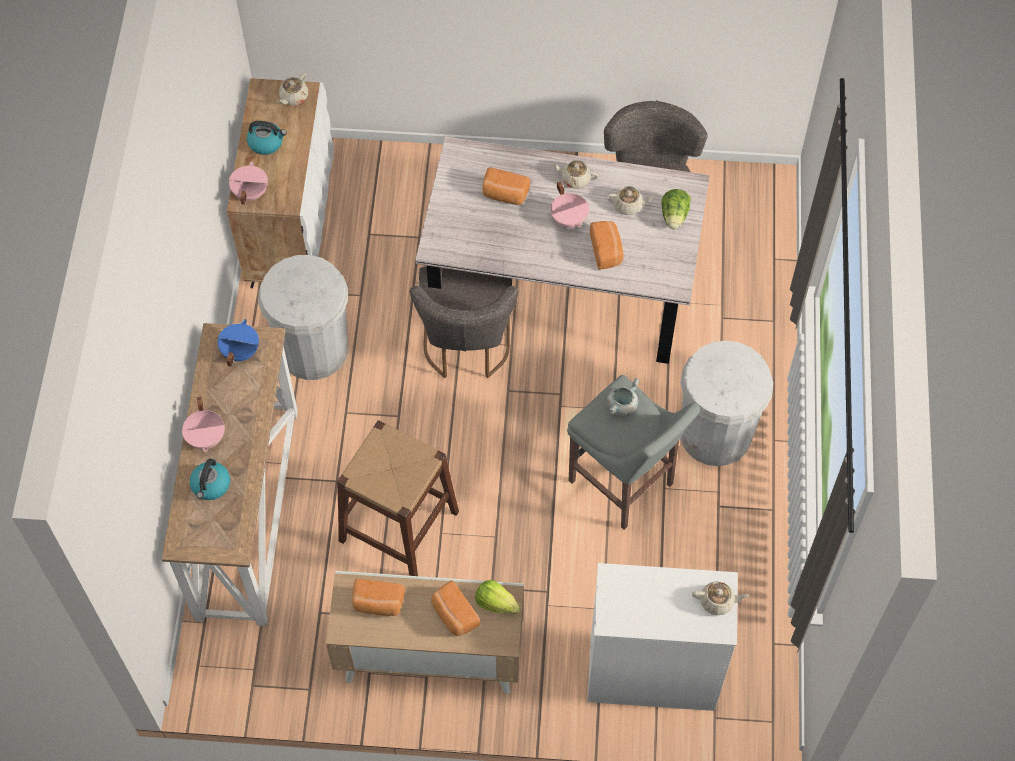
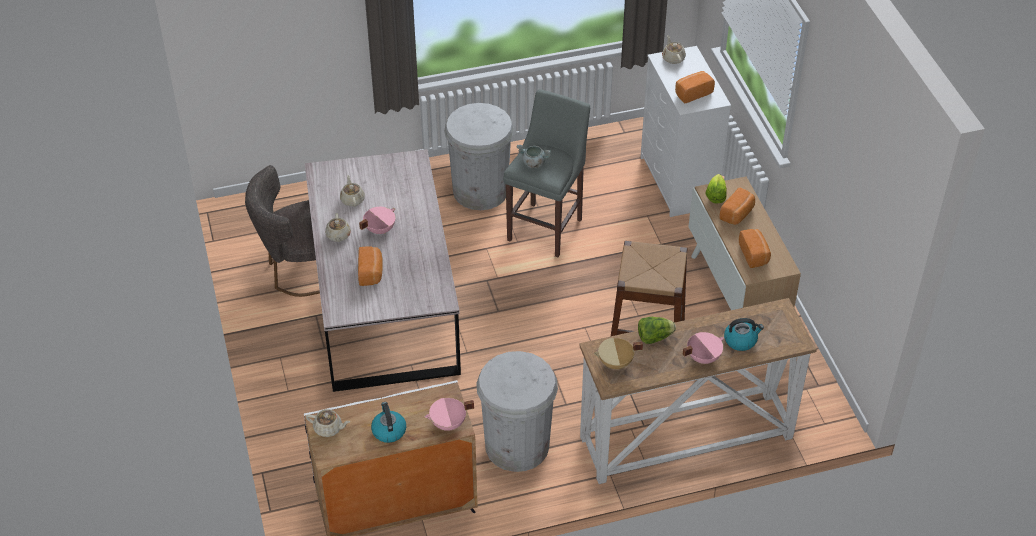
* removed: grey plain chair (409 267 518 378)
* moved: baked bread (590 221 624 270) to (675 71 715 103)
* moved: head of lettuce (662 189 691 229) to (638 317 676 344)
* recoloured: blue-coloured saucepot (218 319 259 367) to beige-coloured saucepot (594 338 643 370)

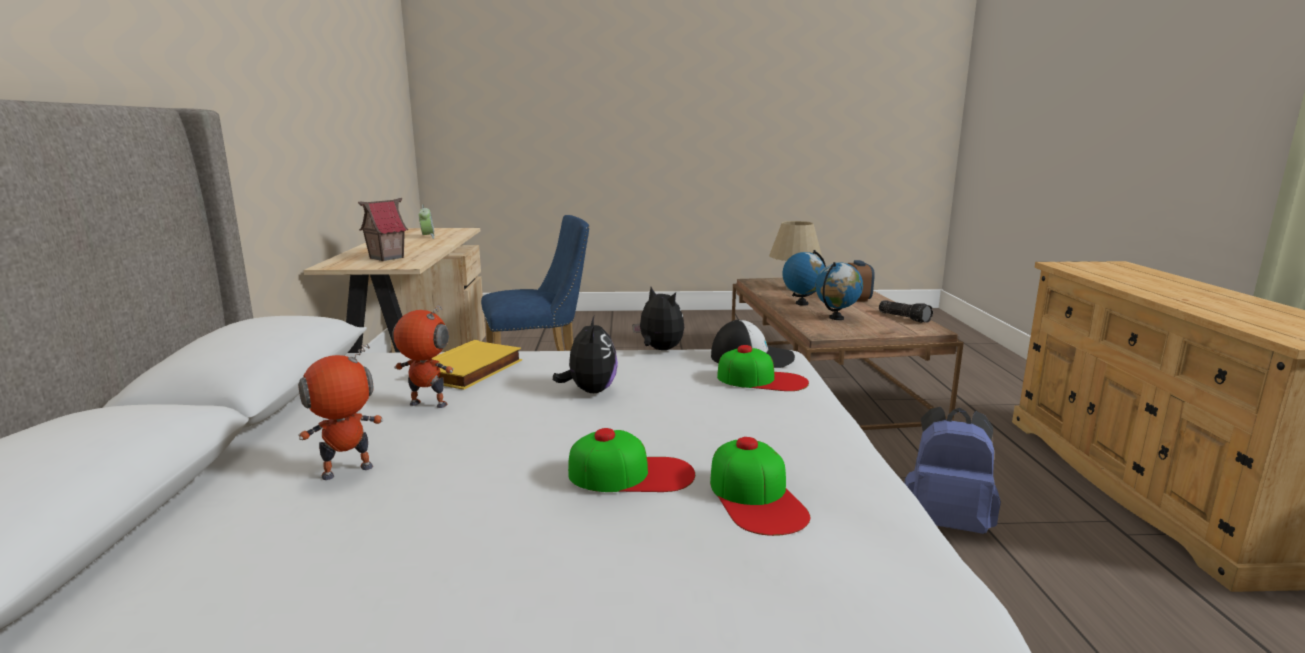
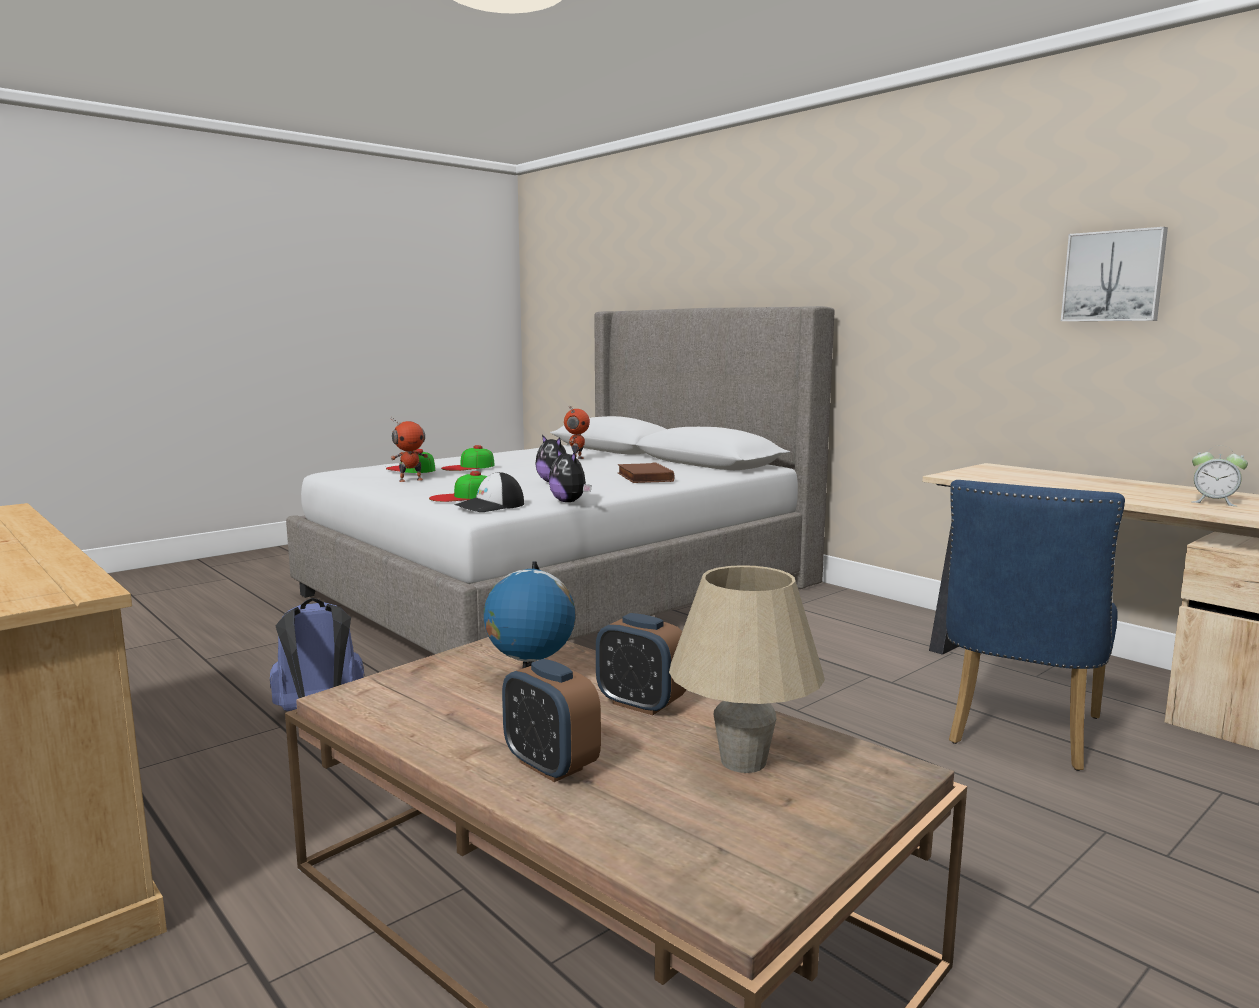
* removed: model house (358 198 408 261)
* removed: hand torch (879 300 933 323)
* added: picture (1061 227 1168 321)
* moved: model robot (392 306 454 408) to (390 417 428 482)
* replaced: desk globe (782 250 826 306) to table clock (596 613 686 715)
* recoloured: yellow book (431 340 522 390) to brown-coloured book (618 462 675 483)
* turned: soft toy (632 287 684 350) = (549 449 591 502) 45 degrees clockwise

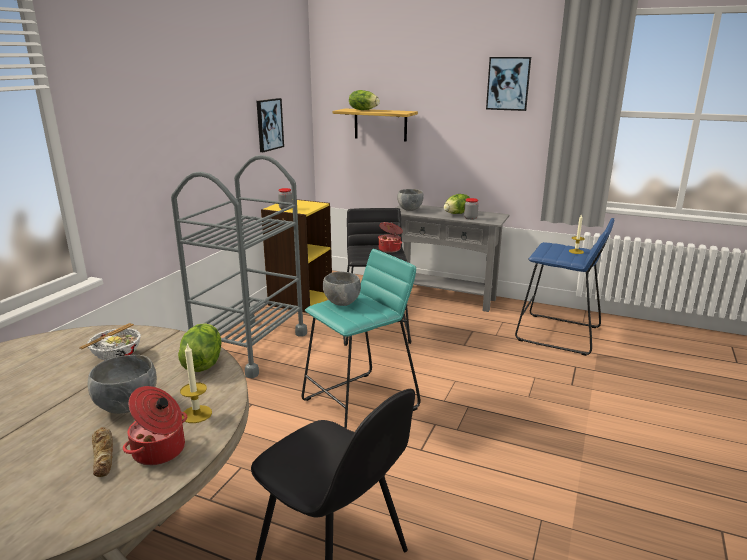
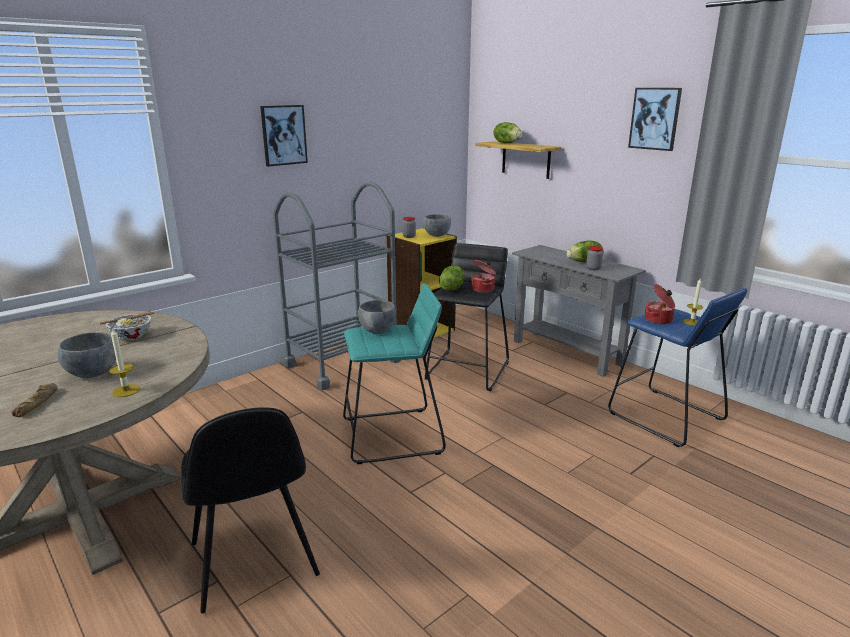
* moved: saucepot (123 386 187 465) to (645 284 675 324)
* moved: head of lettuce (178 323 222 372) to (439 266 464 291)
* moved: picture (256 98 284 152) to (260 105 308 167)
* moved: grey bowl (397 189 424 211) to (424 214 451 237)

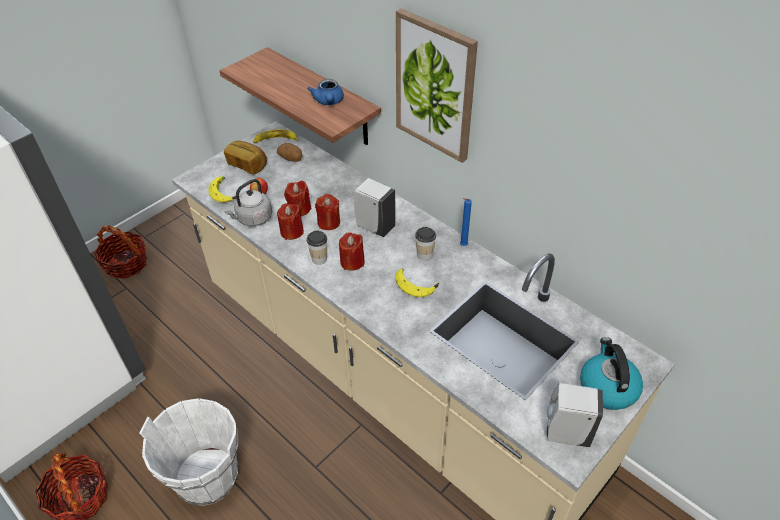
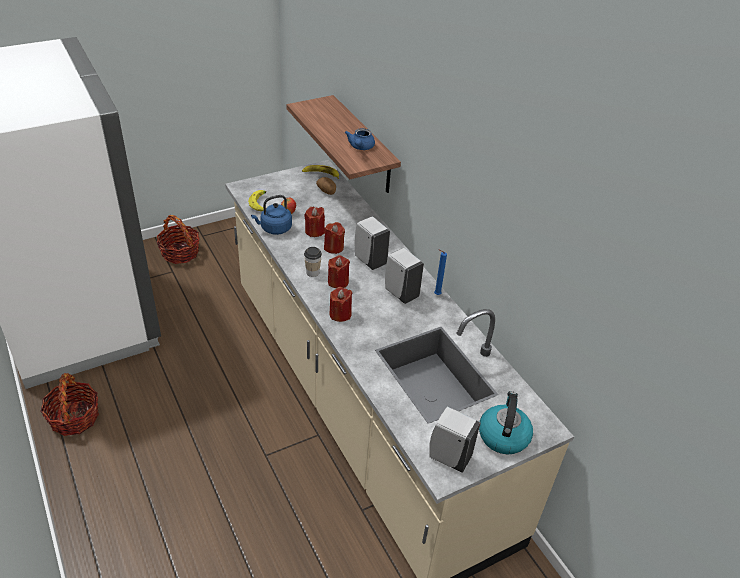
* removed: white pail (139 398 238 506)
* removed: baked bread (224 141 267 175)
* removed: banana fruit (395 268 439 297)
* removed: picture (396 8 478 163)
* moved: red-coloured candle (277 203 304 240) to (329 287 352 322)
* replaced: small cup (415 227 436 261) to white soap bottle (385 248 424 304)
* recoloured: grey kettle (224 179 272 226) to blue-coloured kettle (251 195 292 235)

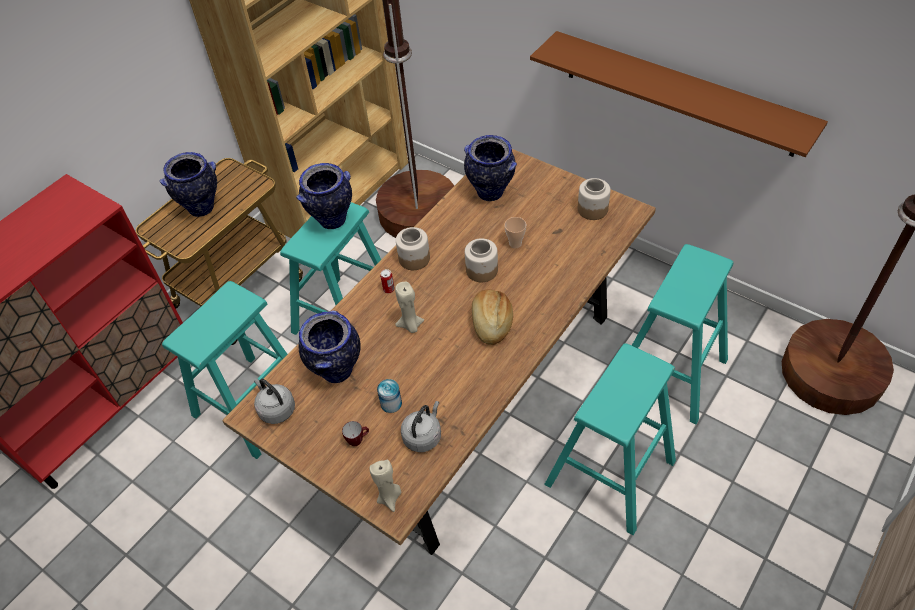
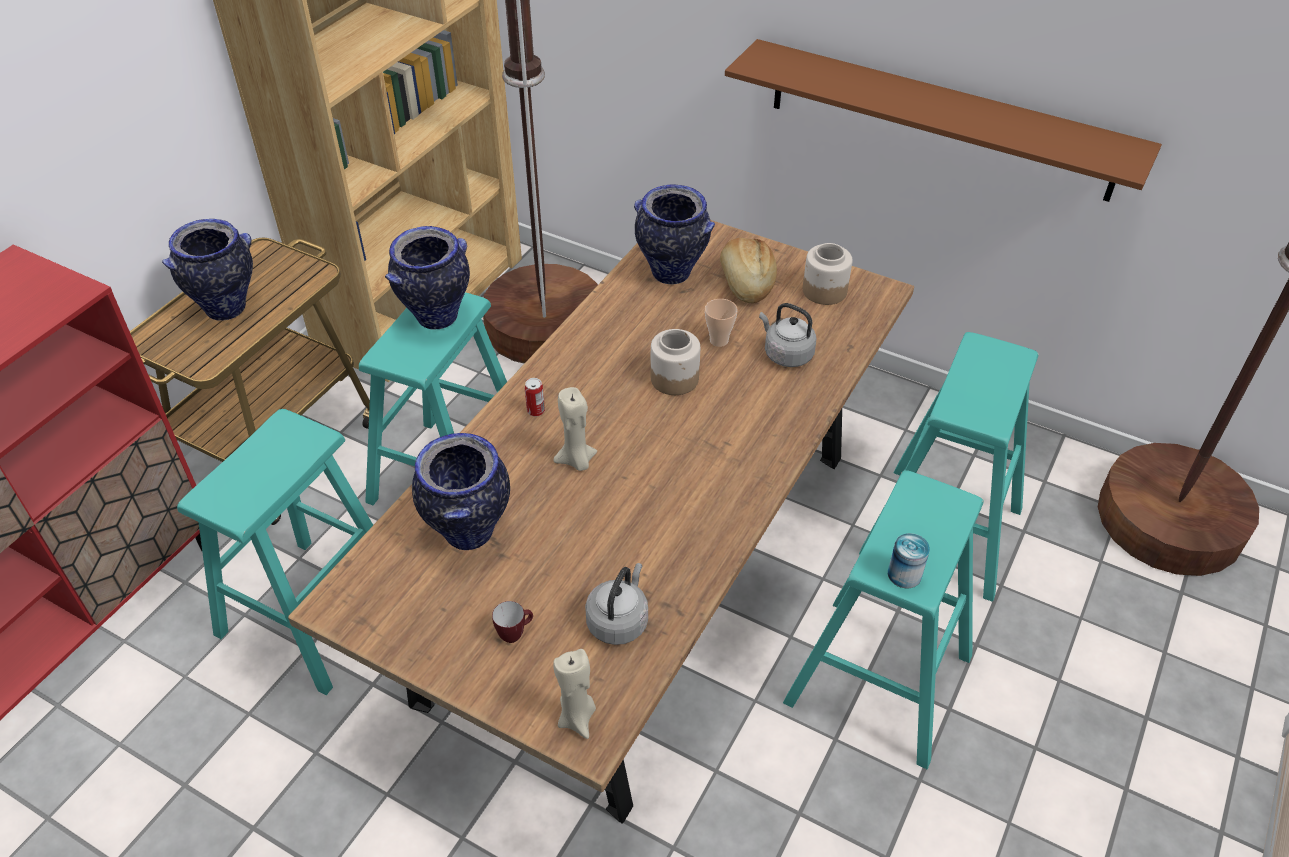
* removed: preserve jar (396 227 430 270)
* moved: grey kettle (254 378 295 424) to (759 303 816 367)
* moved: can (377 379 402 413) to (888 533 930 589)
* moved: baked bread (472 290 513 345) to (720 238 777 303)

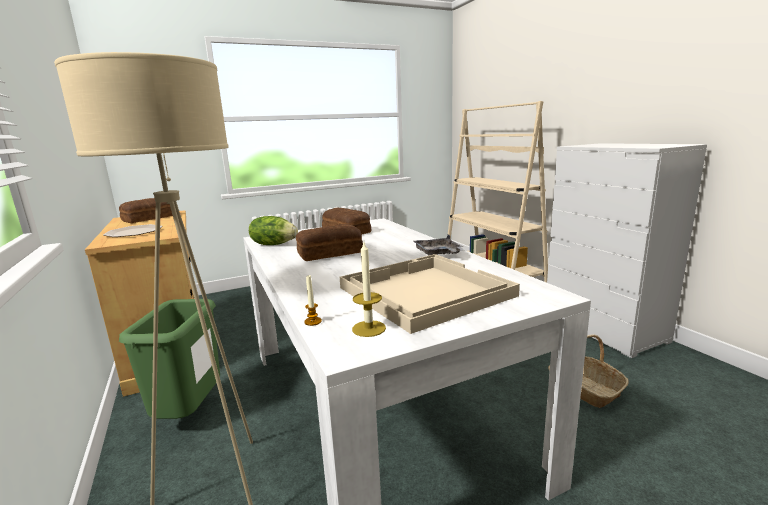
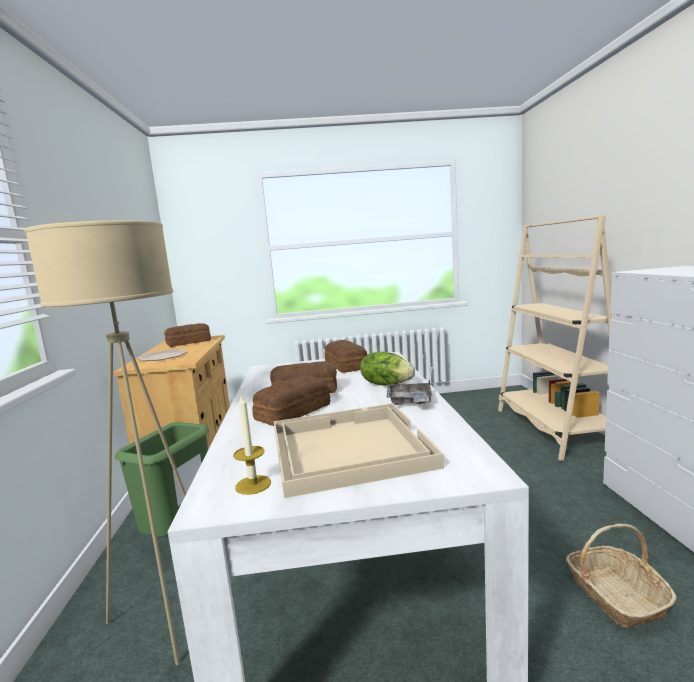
* removed: candle (304 275 322 326)
* added: baked bread (252 375 330 426)
* moved: head of lettuce (249 216 298 245) to (360 352 415 385)

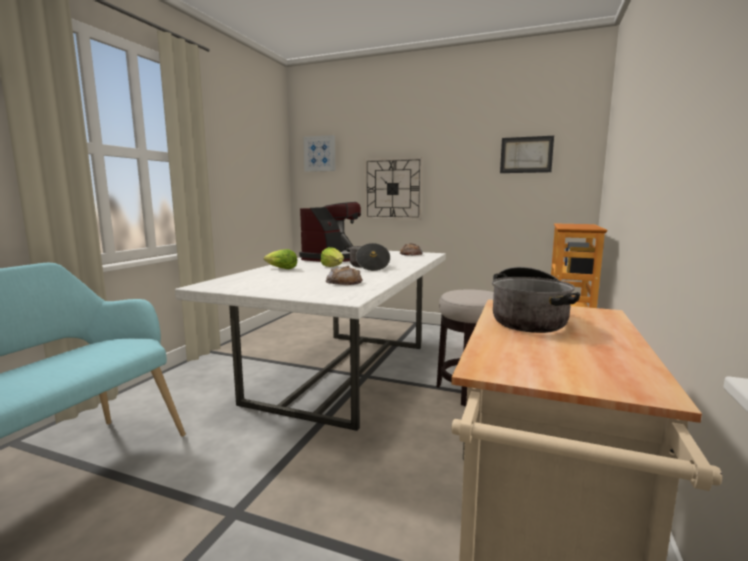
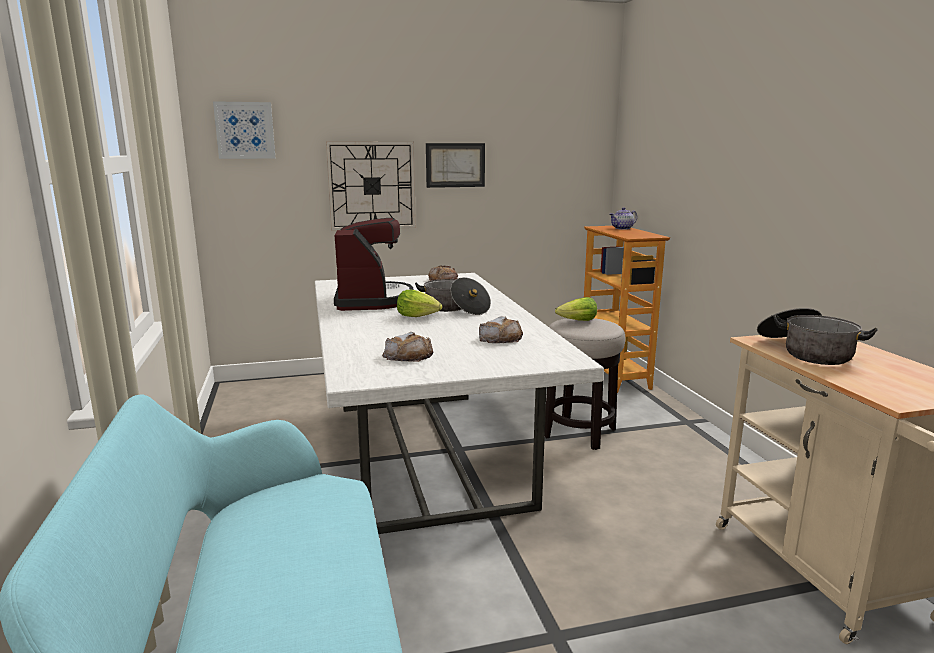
* added: baked bread (382 332 433 362)
* added: teapot (610 207 637 230)
* moved: head of lettuce (264 249 297 269) to (555 297 597 321)
* moved: picture (500 136 554 173) to (426 143 485 188)

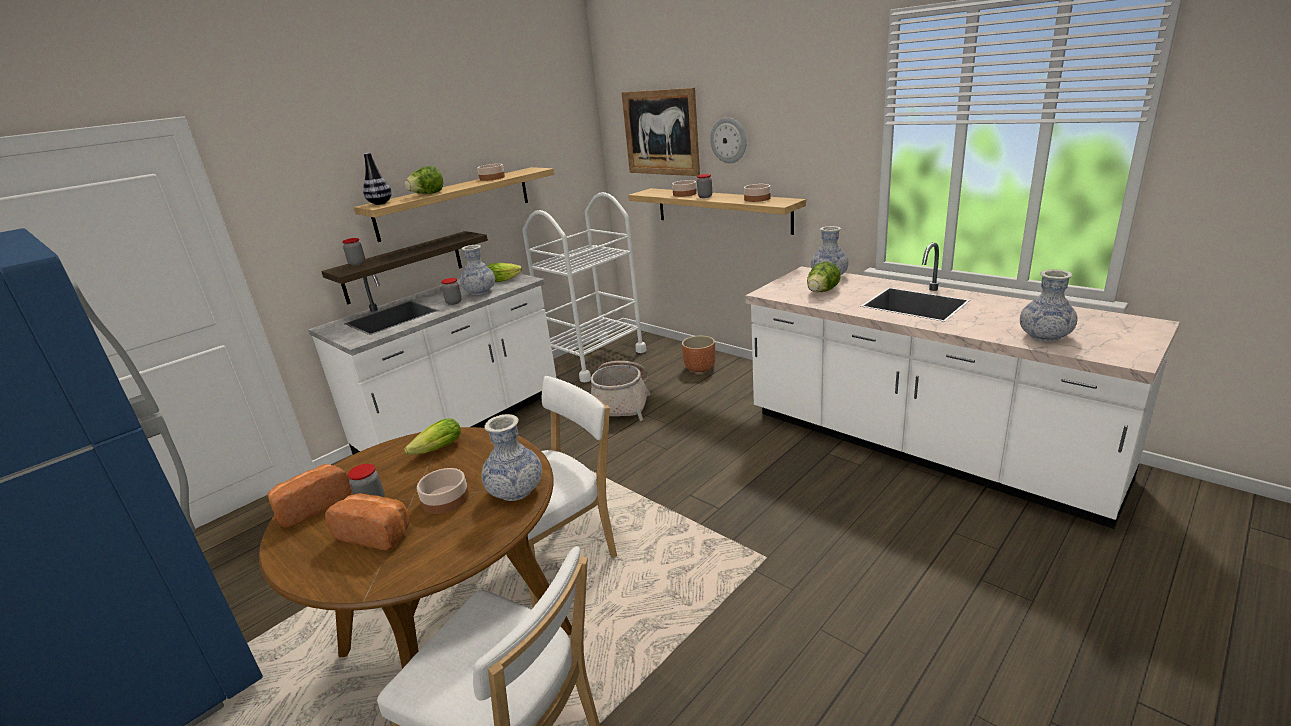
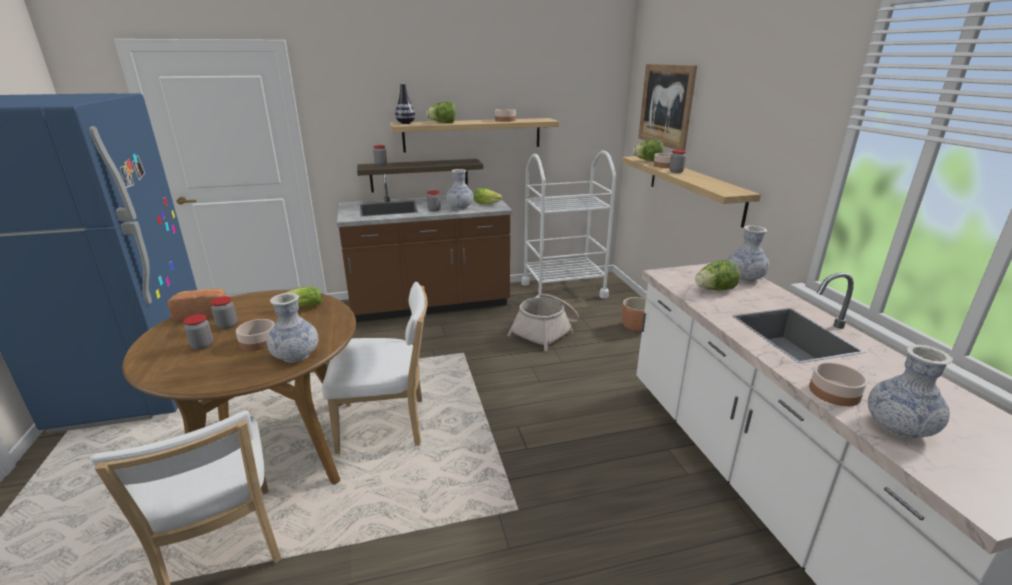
* removed: wall clock (710 117 747 163)
* added: head of lettuce (632 139 663 161)
* moved: bowl (744 184 770 202) to (809 362 867 406)
* replaced: baked bread (325 493 410 550) to preserve jar (183 314 213 350)
* recoloured: white kitchen base unit (308 273 557 455) to brown-coloured kitchen base unit (337 174 512 322)

